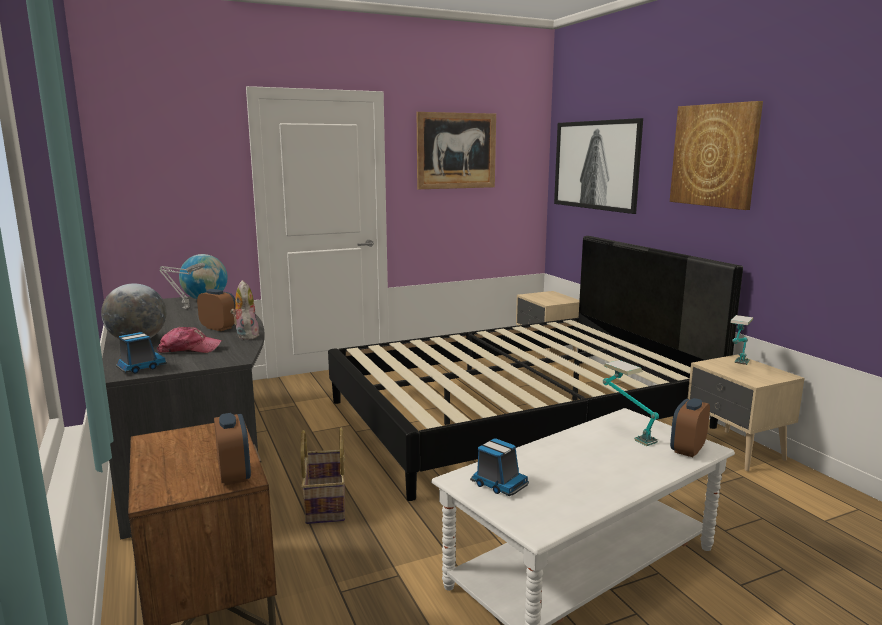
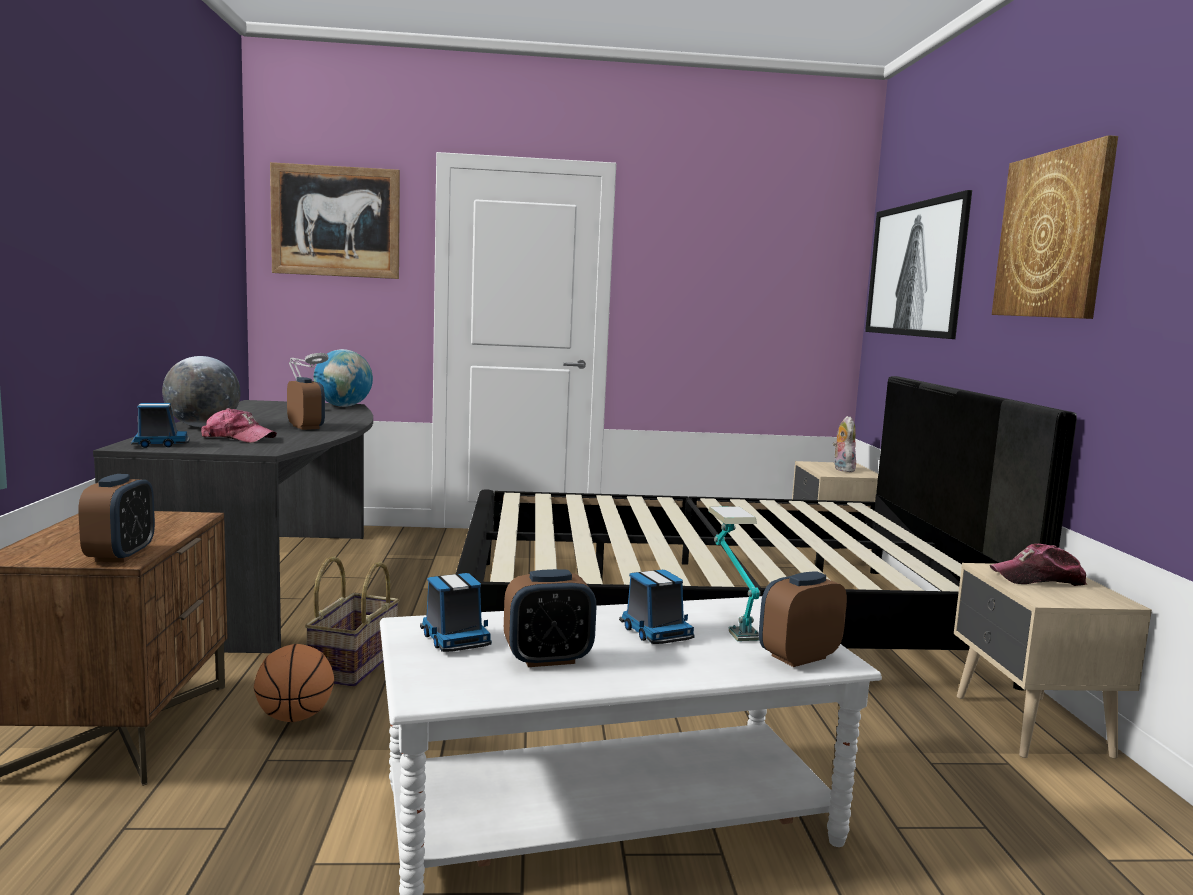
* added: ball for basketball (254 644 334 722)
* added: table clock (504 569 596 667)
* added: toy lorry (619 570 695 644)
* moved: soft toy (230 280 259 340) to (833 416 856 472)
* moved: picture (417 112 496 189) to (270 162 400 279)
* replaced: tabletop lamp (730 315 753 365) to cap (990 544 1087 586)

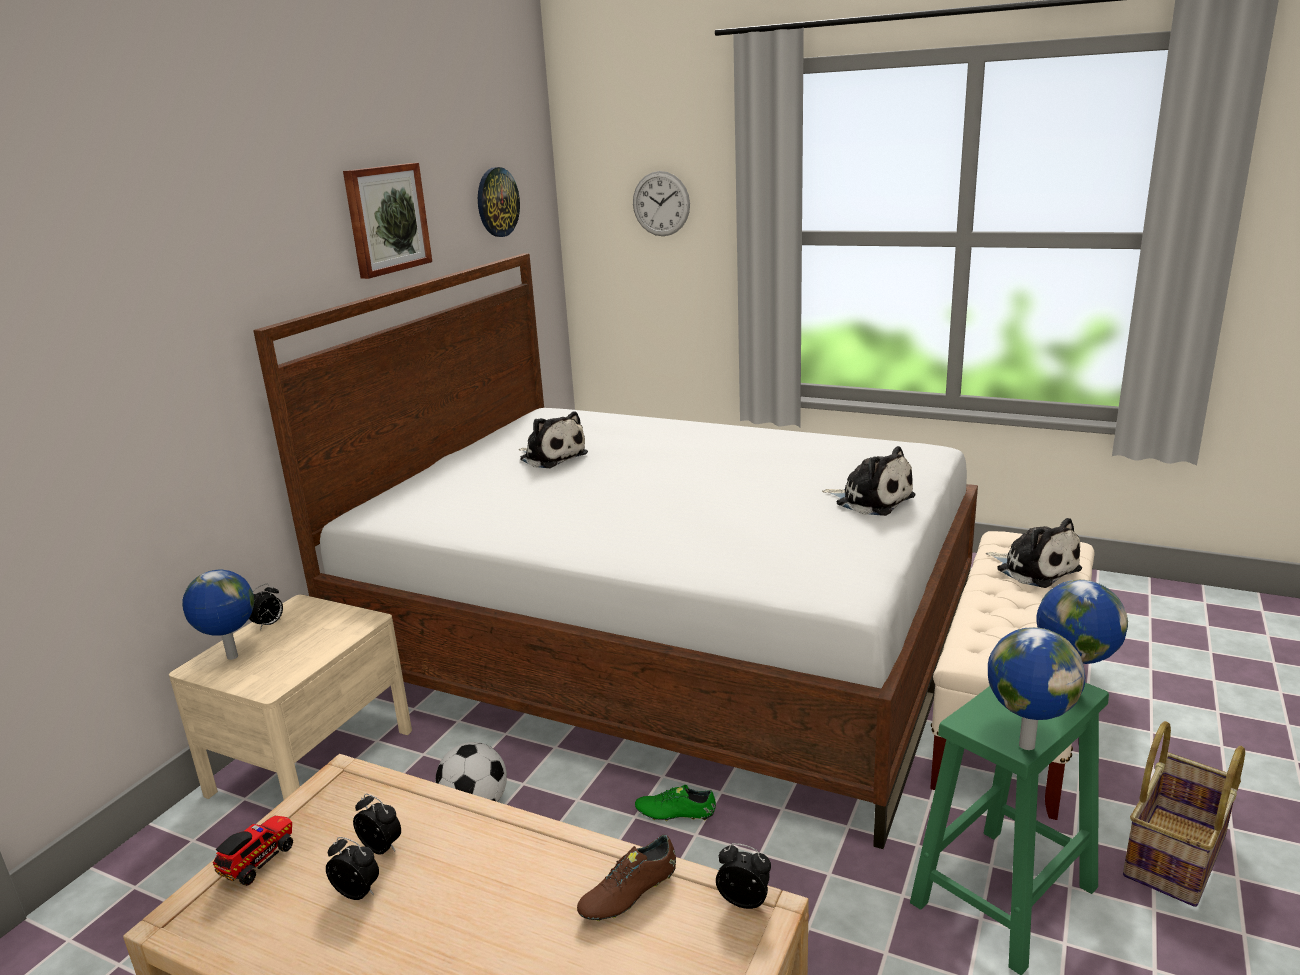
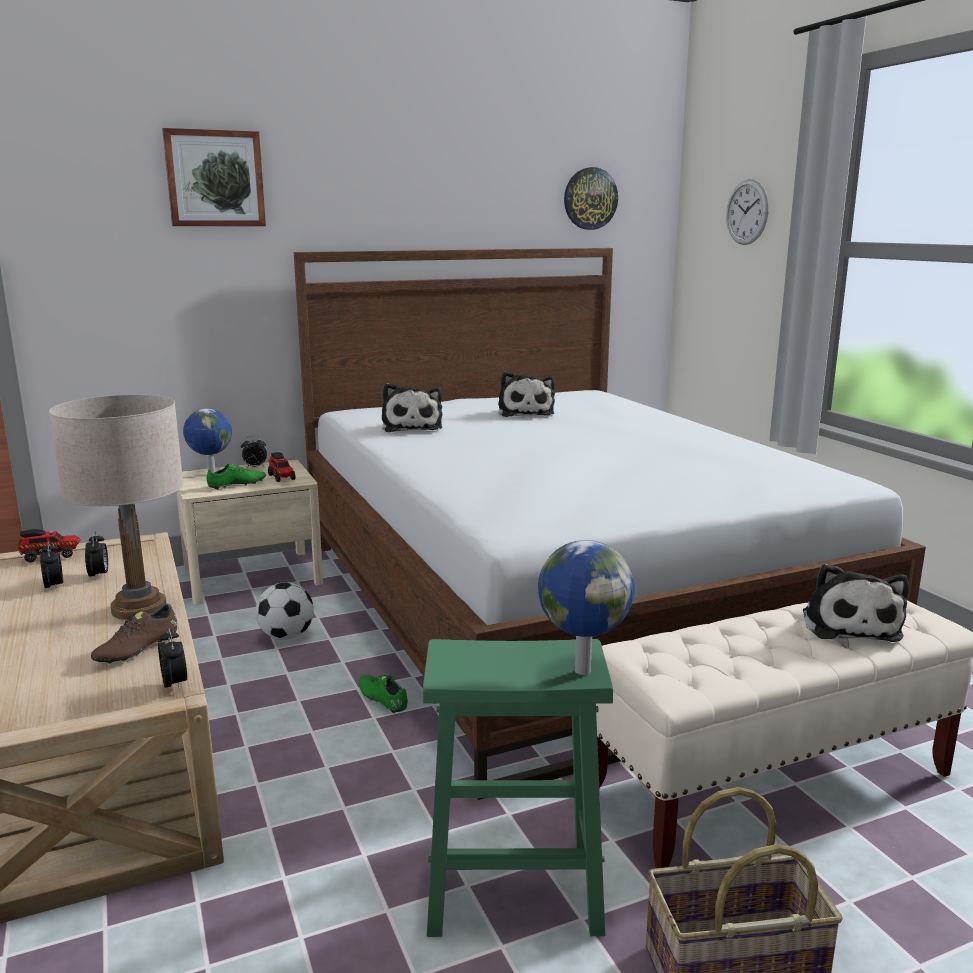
* removed: desk globe (988 627 1085 750)
* added: beige-coloured tabletop lamp (49 395 184 620)
* added: green shoe (207 464 266 490)
* added: toy lorry (268 452 296 482)
* moved: picture (343 163 432 279) to (162 128 266 226)
* moved: soft toy (822 446 915 516) to (382 383 442 432)
* turned: brown-coloured shoe (577 835 676 921) = (91 604 177 664) 60 degrees counterclockwise

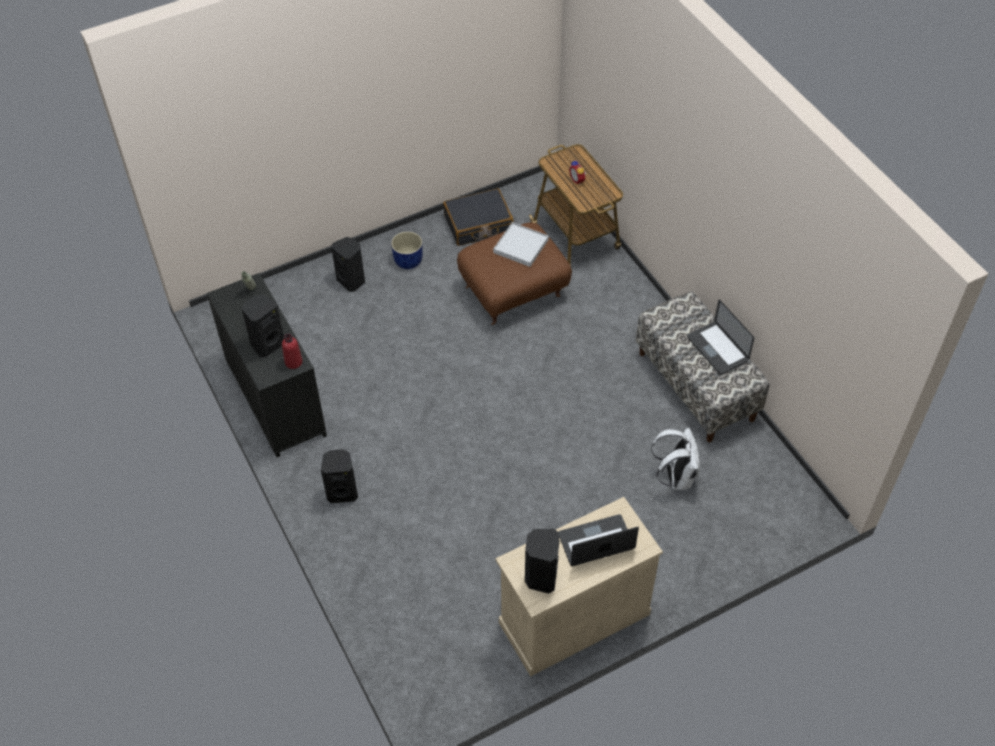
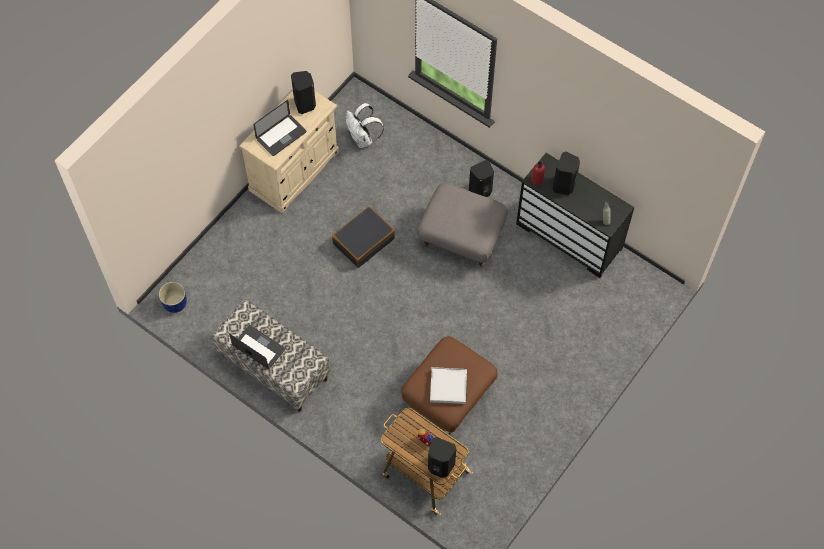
* added: grey footrest (417 183 508 267)
* moved: black loudspeaker (331 237 365 292) to (428 437 456 478)
* moved: blue-coloured plant pot (391 231 423 269) to (159 282 187 313)
* moved: black piece of luggage (443 188 513 246) to (332 207 395 268)
* moved: white knapsack (651 428 700 490) to (346 103 384 148)

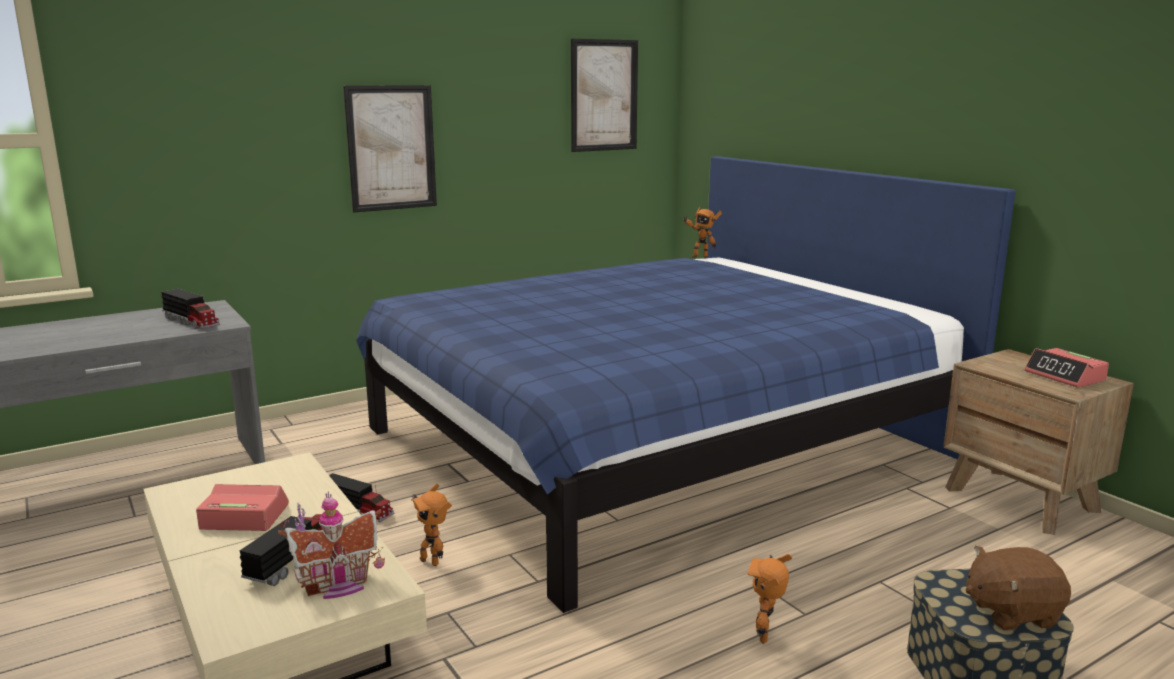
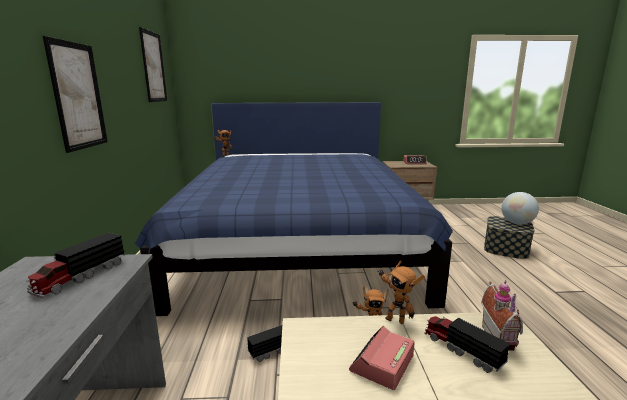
* moved: model robot (747 554 792 643) to (378 260 425 324)
* replaced: brown-coloured soft toy (966 546 1071 631) to desk globe (501 192 539 225)
* turned: toy lorry (161 289 220 329) = (26 233 125 298) 135 degrees clockwise

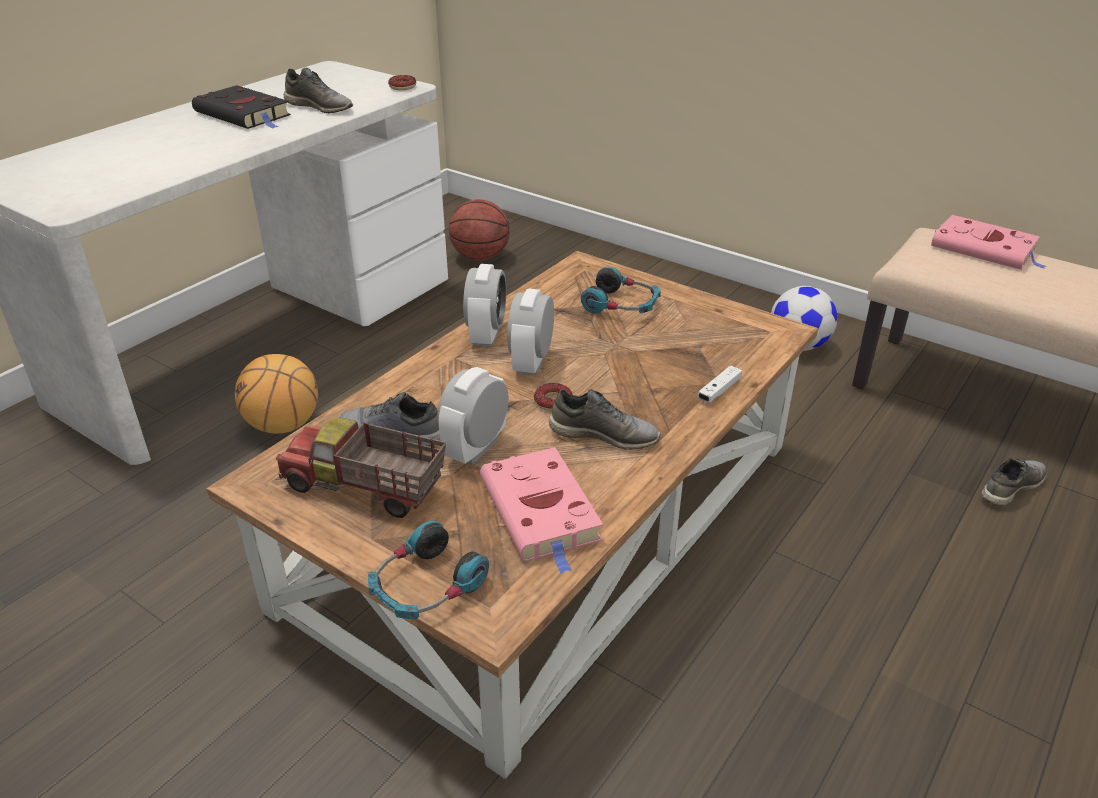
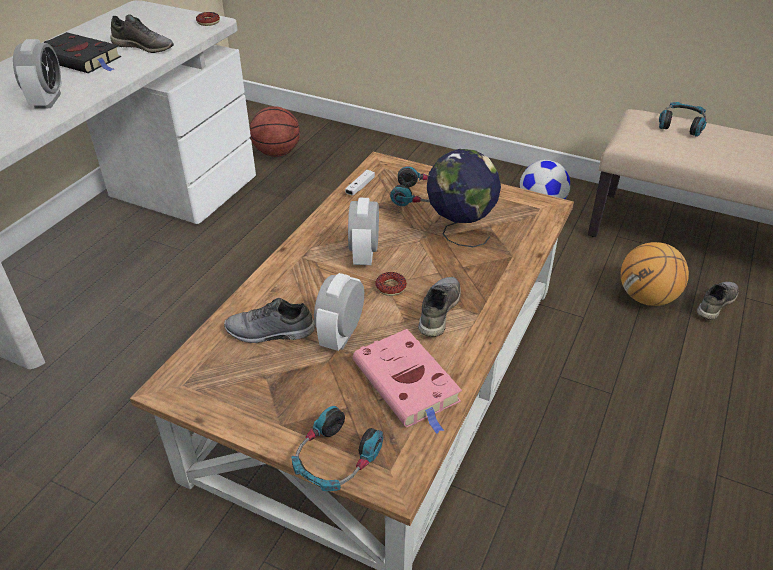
* removed: toy lorry (276 417 446 518)
* added: desk globe (427 149 501 247)
* moved: ball for basketball (235 354 318 434) to (621 242 689 306)
* moved: table clock (463 264 506 346) to (13 39 62 109)
* moved: white game controller (698 365 742 403) to (345 170 375 195)
* replaced: pink book (931 215 1046 270) to pair of headphones (659 102 707 137)
* turned: grey shoe (549 389 661 450) = (418 277 461 337) 75 degrees counterclockwise

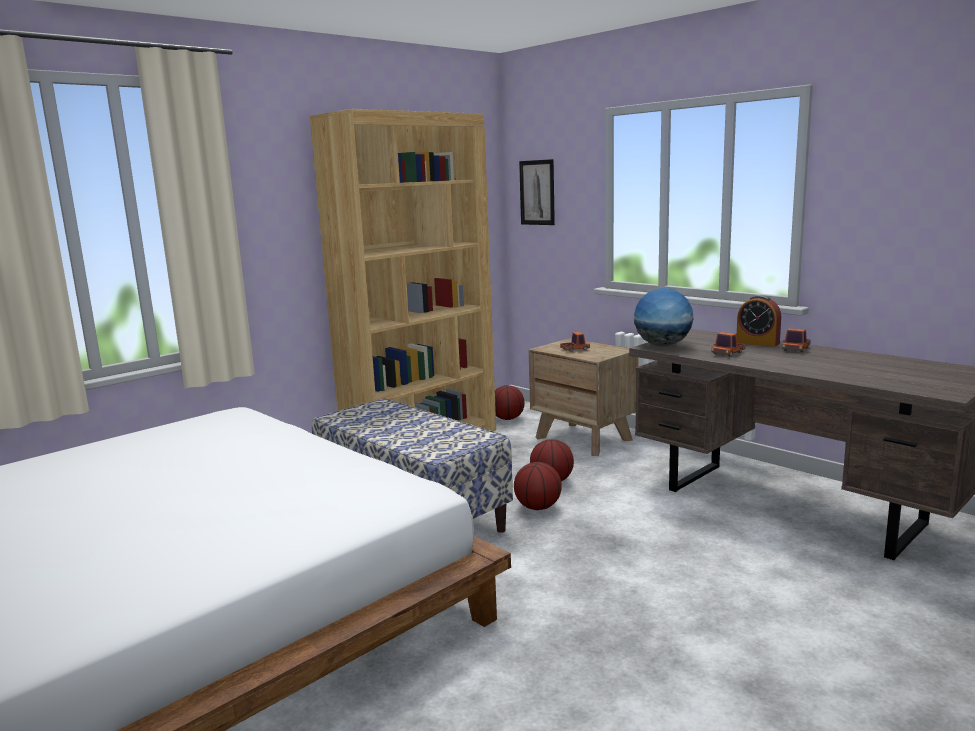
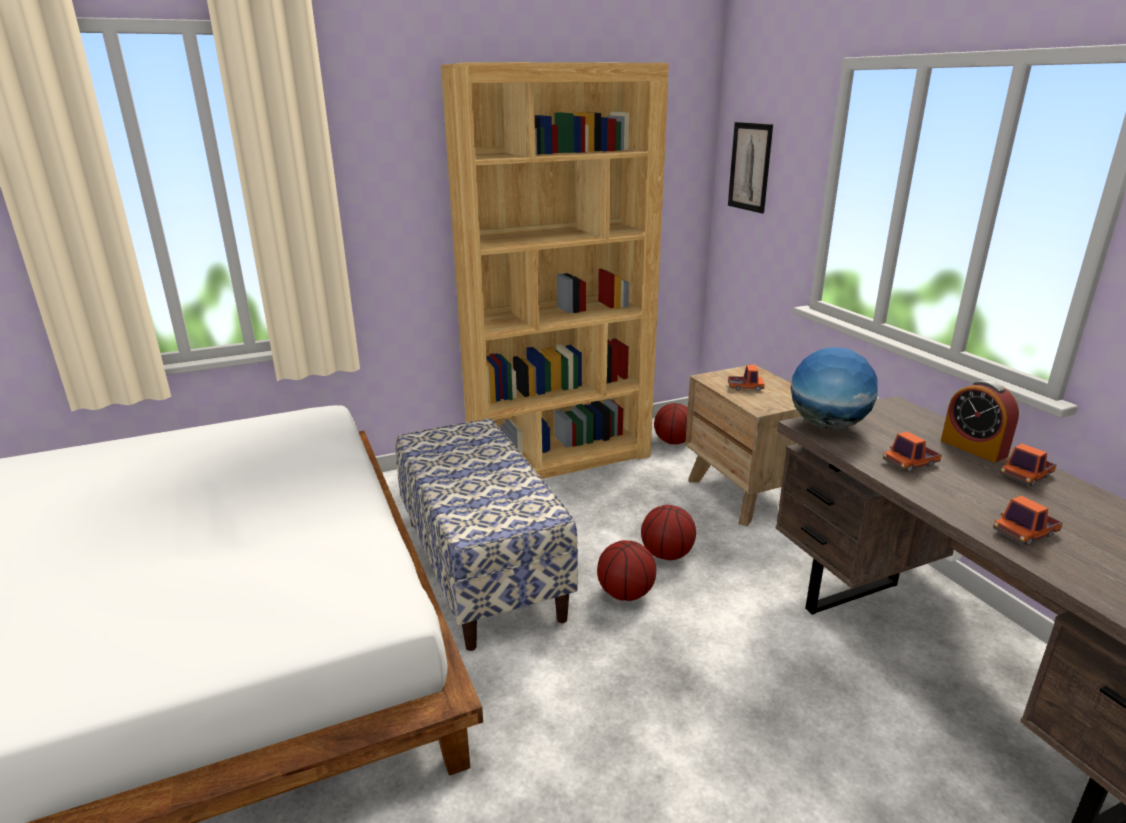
* added: toy lorry (993 496 1063 545)

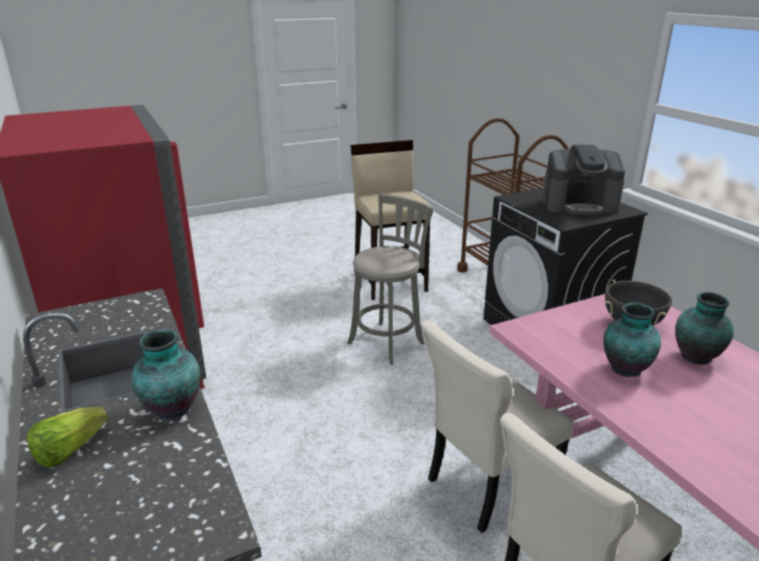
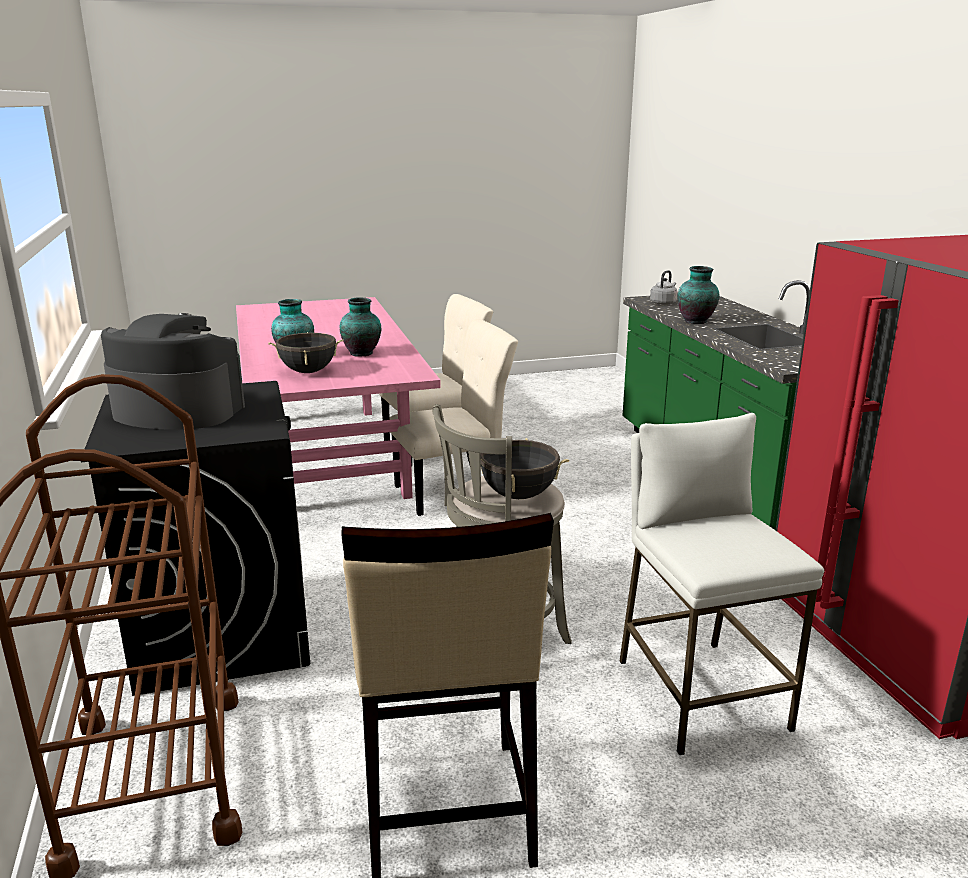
* removed: head of lettuce (27 407 108 468)
* added: black saucepot (481 438 569 499)
* added: white sitting stool (620 413 824 755)
* added: grey kettle (650 270 677 305)

